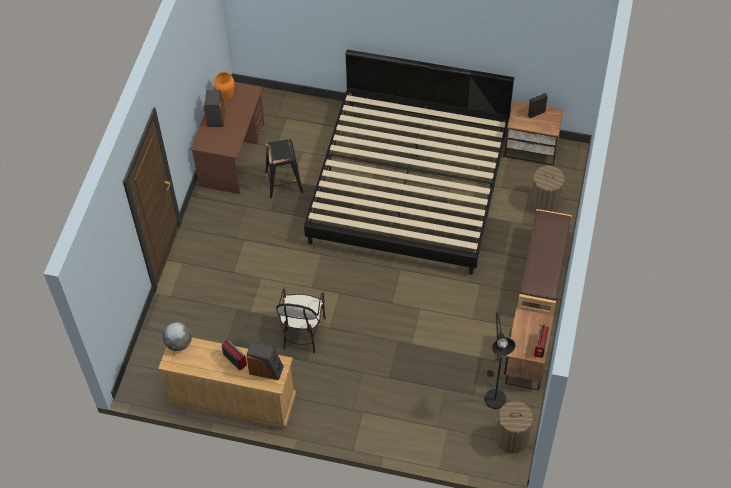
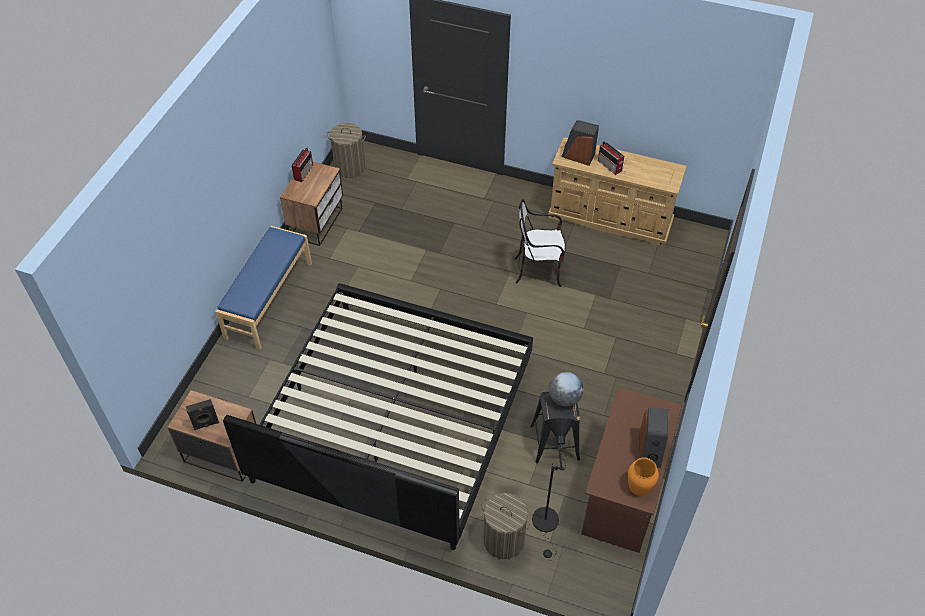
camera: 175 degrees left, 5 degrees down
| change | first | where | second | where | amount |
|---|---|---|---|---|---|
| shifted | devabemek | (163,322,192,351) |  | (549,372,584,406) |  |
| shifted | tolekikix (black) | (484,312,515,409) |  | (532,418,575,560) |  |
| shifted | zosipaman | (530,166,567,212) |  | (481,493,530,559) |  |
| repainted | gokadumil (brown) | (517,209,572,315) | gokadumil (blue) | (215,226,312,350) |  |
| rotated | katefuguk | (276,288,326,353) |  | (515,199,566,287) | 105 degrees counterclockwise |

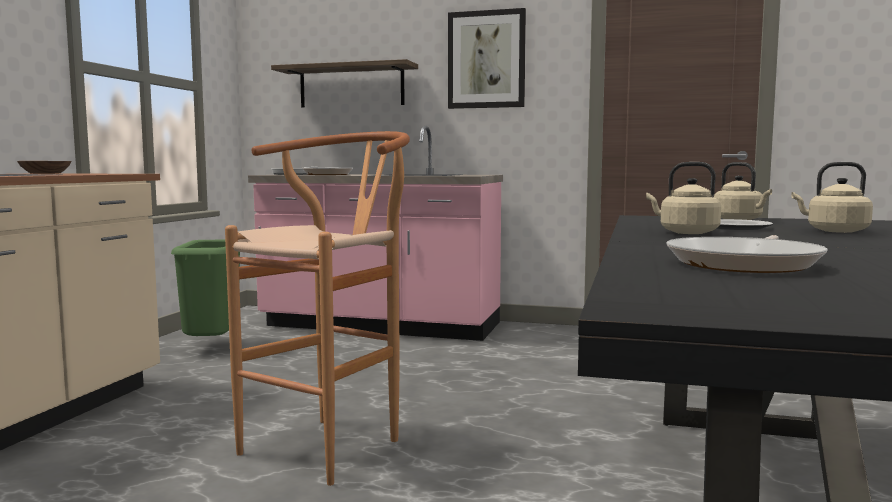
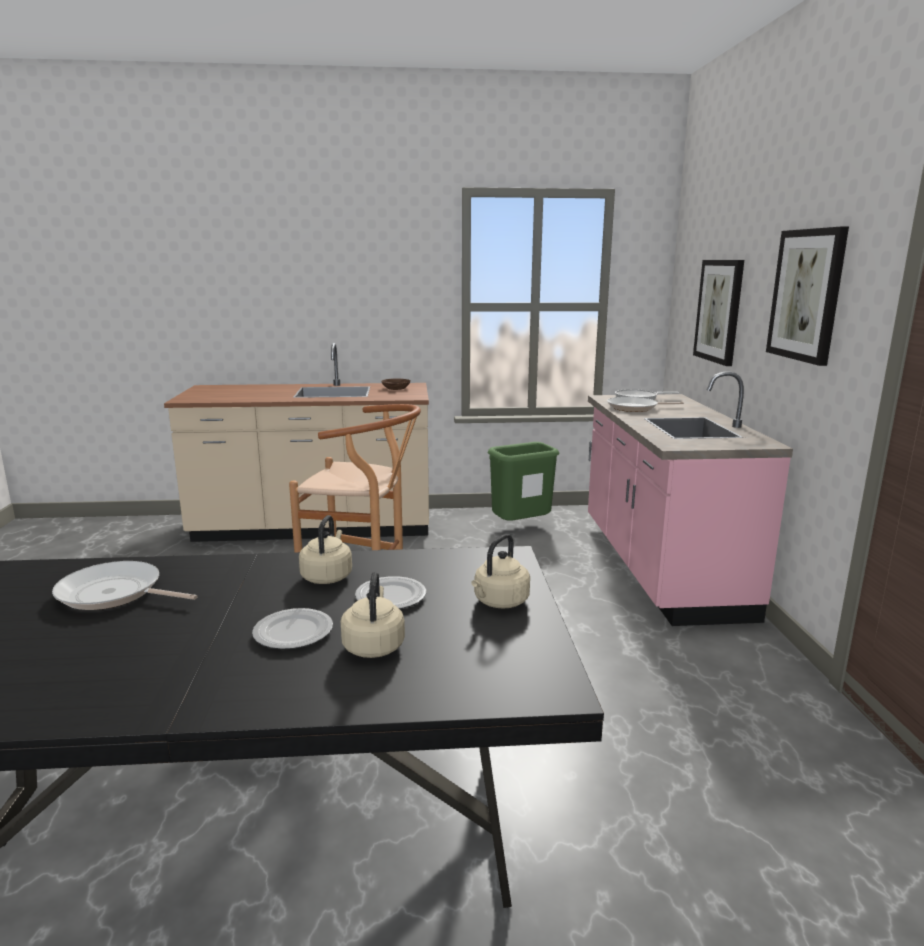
camera: 70 degrees right, 10 degrees up
| change | first | where | second | where | amount |
|---|---|---|---|---|---|
| new |  |  | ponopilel | (252,608,333,649) |  |
| swapped | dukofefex | (271,59,418,108) | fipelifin | (693,260,744,366) |  |

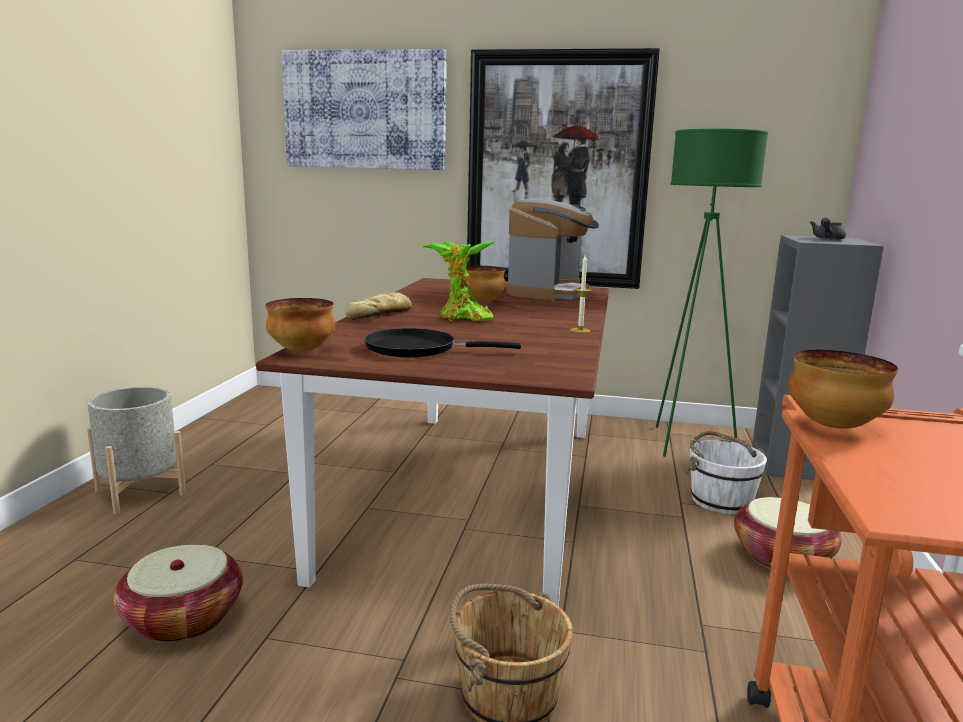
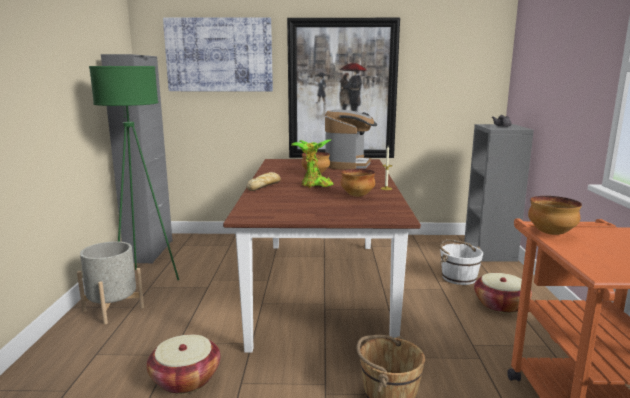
camera: 10 degrees left, 0 degrees up
| change | first | where | second | where | amount |
|---|---|---|---|---|---|
| gone | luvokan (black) | (364,328,521,357) |  |  |  |
| new |  |  | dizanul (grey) | (101,54,173,263) |  |
| shifted | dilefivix | (266,298,335,352) |  | (341,169,375,197) |  |
| shifted | tolekikix (green) | (656,129,768,457) |  | (89,66,179,280) |  |

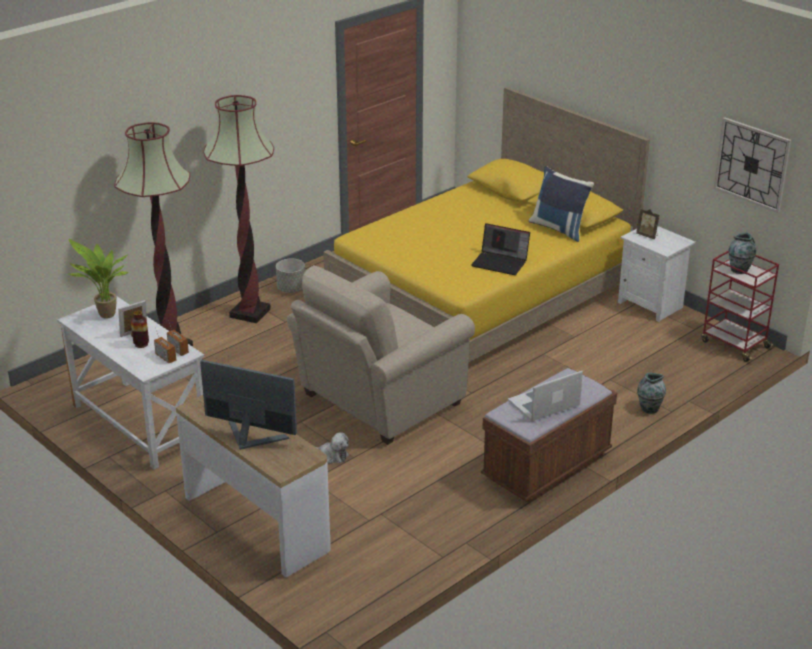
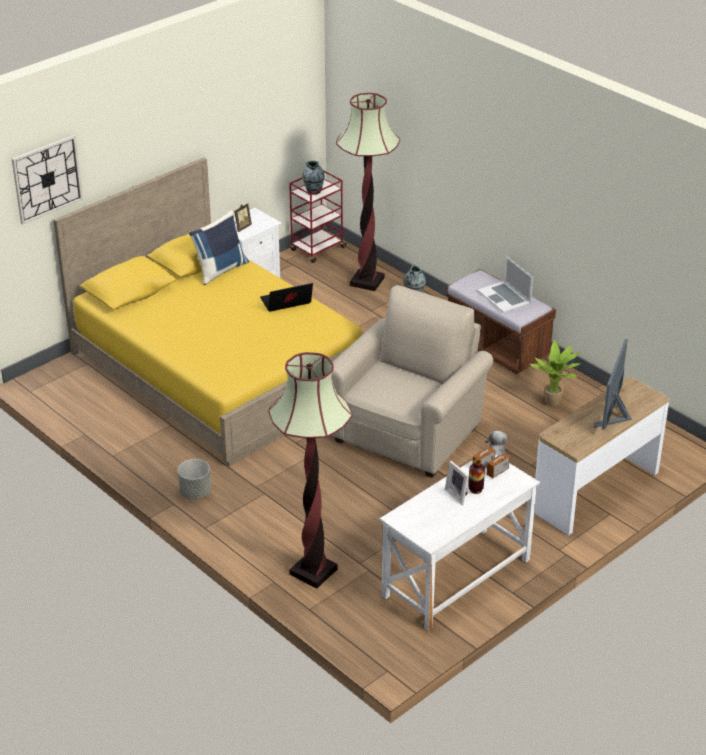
camera: 90 degrees left, 5 degrees up
| change | first | where | second | where | amount |
|---|---|---|---|---|---|
| shifted | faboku | (67,239,129,319) |  | (530,340,581,407) |  |
| shifted | tolekikix | (203,95,274,323) |  | (336,93,400,291) |  |
| shifted | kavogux | (714,117,791,213) |  | (12,135,83,224) |  |
| rotated | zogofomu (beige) | (287,265,475,445) |  | (331,285,493,478) | 105 degrees counterclockwise |
| rotated | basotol | (471,223,530,275) |  | (260,283,313,312) | 135 degrees counterclockwise |

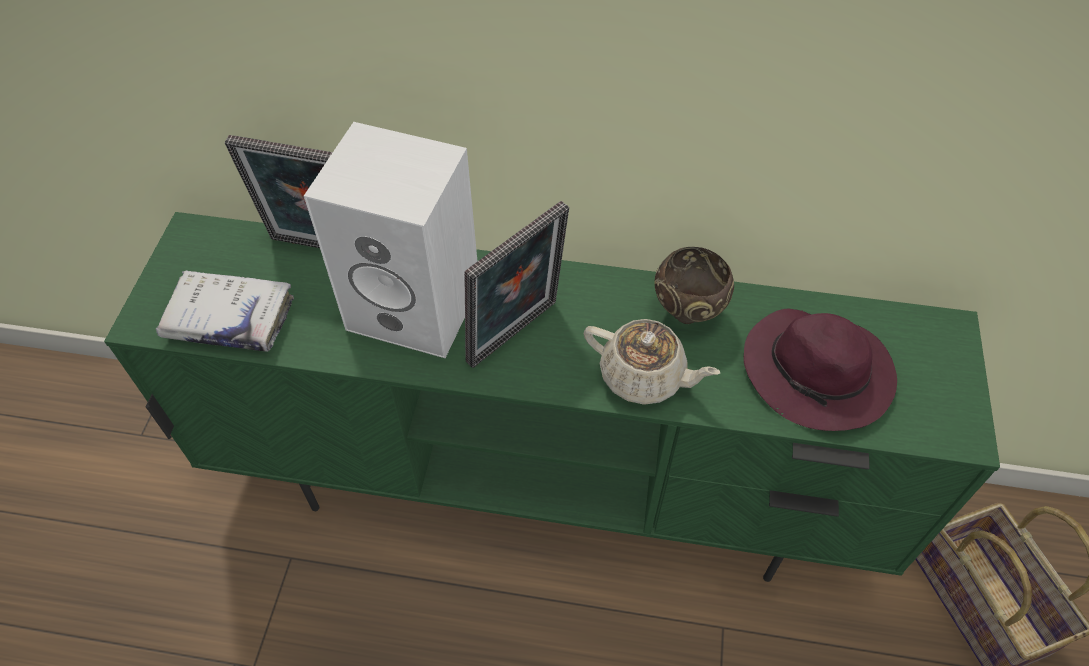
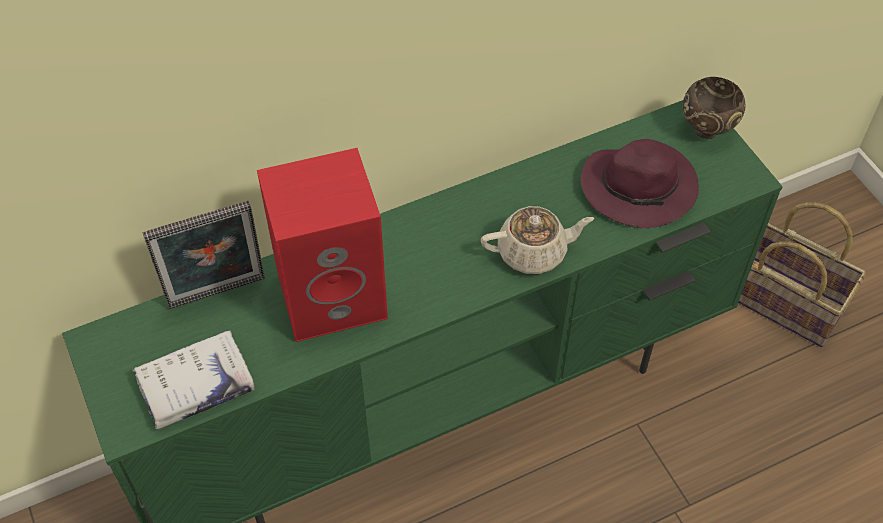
camera: 35 degrees left, 0 degrees up
| change | first | where | second | where | amount |
|---|---|---|---|---|---|
| gone | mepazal | (464,201,569,368) |  |  |  |
| shifted | dilefivix (brown) | (654,247,734,324) |  | (683,77,745,139) |  |
| repainted | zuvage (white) | (304,122,477,358) | zuvage (red) | (257,148,388,342) |  |

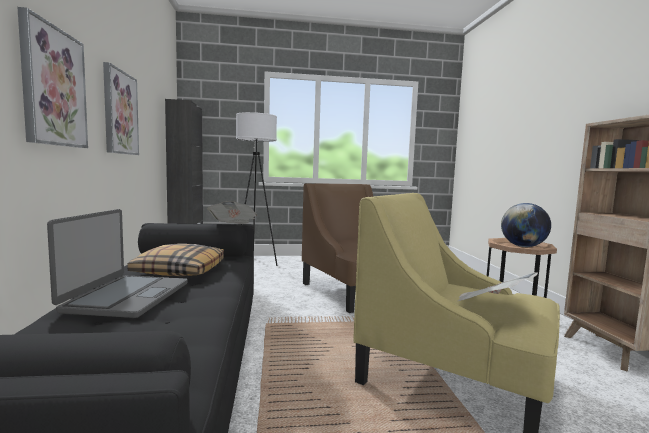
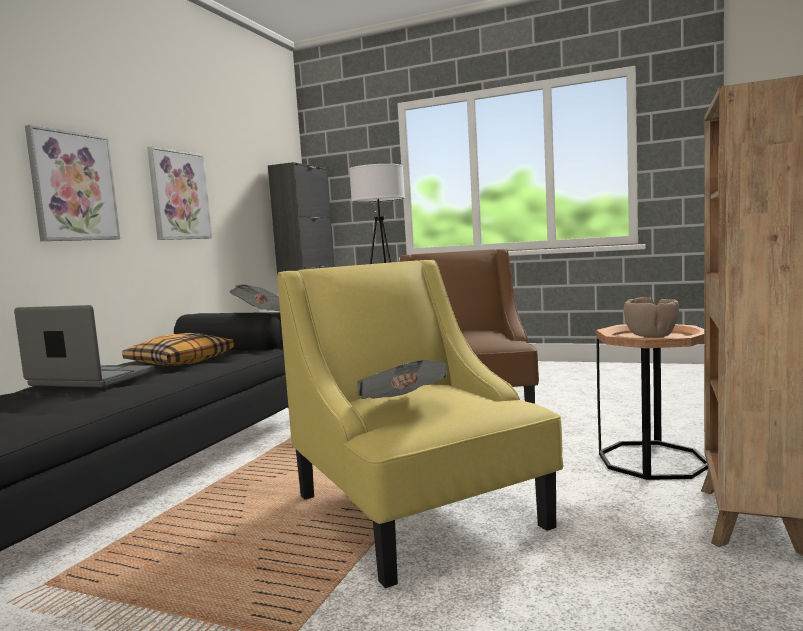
camera: 30 degrees right, 0 degrees up
| change | first | where | second | where | amount |
|---|---|---|---|---|---|
| swapped | devabemek | (501,203,551,247) | dilefivix (brown) | (624,297,679,337) |  |
| rotated | basotol | (47,209,188,318) |  | (14,305,155,387) | 105 degrees counterclockwise |

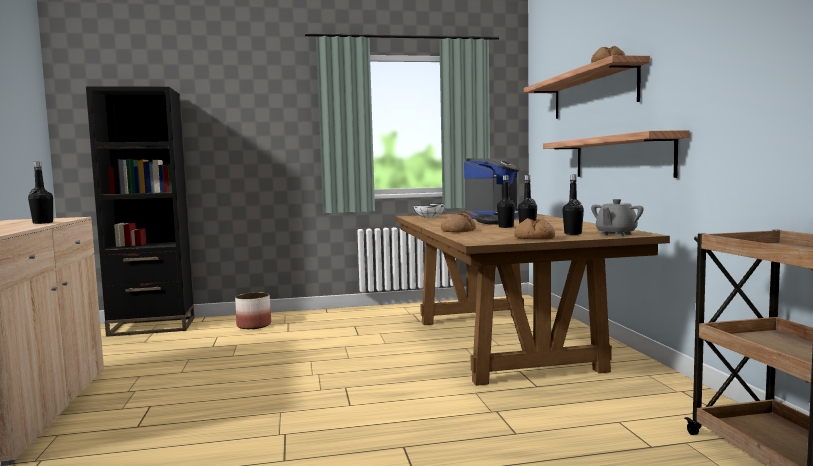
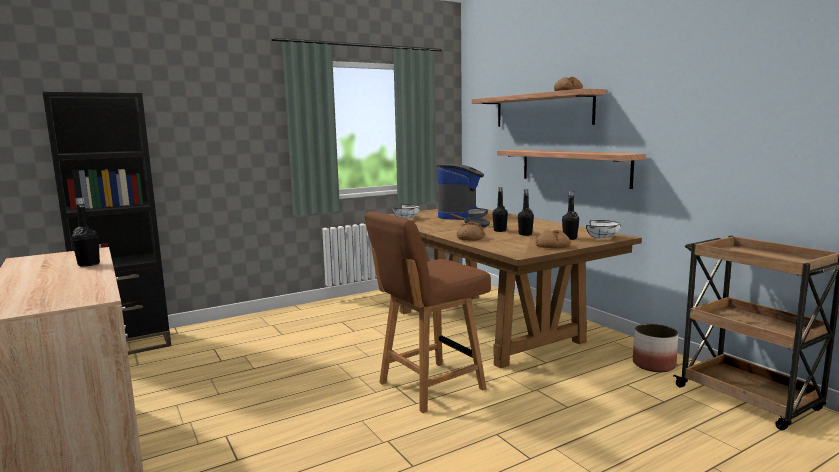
camera: 20 degrees left, 5 degrees up
| change | first | where | second | where | amount |
|---|---|---|---|---|---|
| new |  |  | katefuguk (brown) | (364,211,491,413) |  |
| shifted | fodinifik | (235,292,271,329) |  | (633,324,678,372) |  |
| swapped | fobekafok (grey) | (591,199,644,236) | dilefivix (white) | (586,220,621,238) |  |

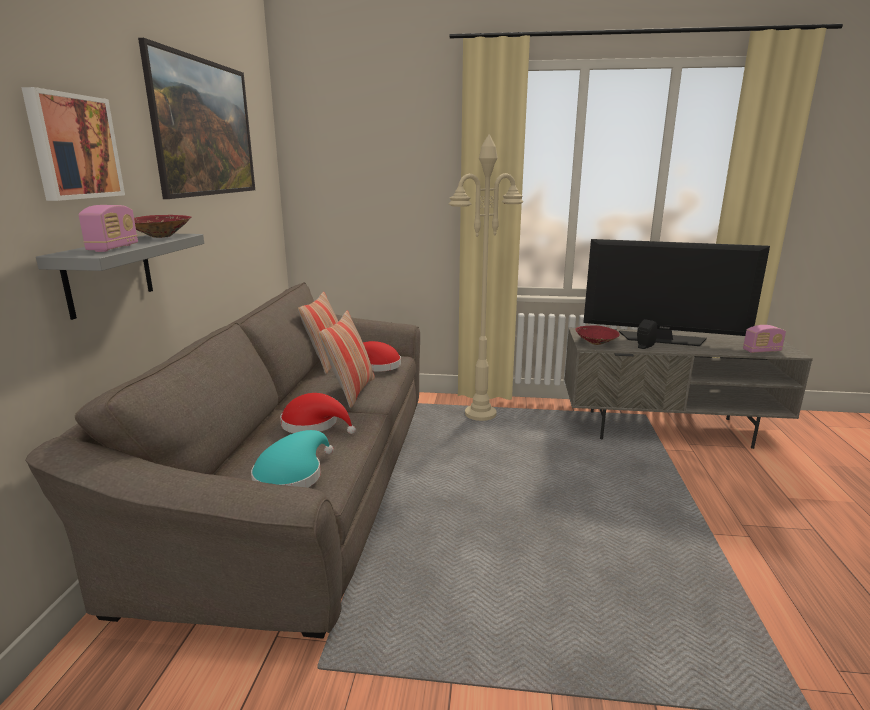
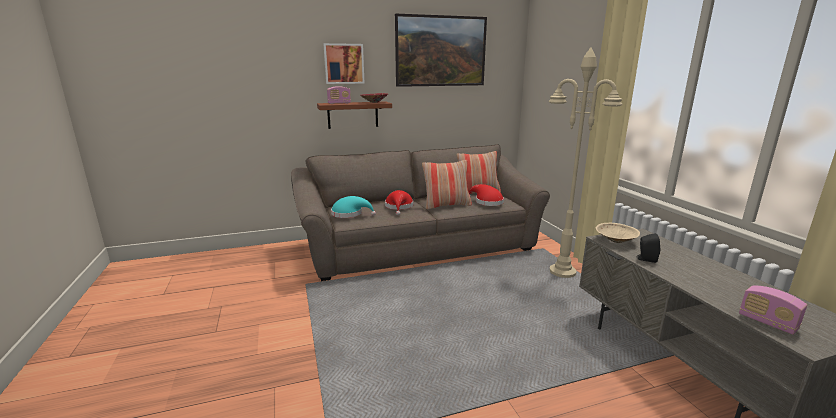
camera: 65 degrees right, 0 degrees up
| change | first | where | second | where | amount |
|---|---|---|---|---|---|
| gone | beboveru | (583,239,770,346) |  |  |  |
| repainted | dukofefex (grey) | (36,234,204,320) | dukofefex (brown) | (317,102,392,129) |  |
| repainted | dilefivix (red) | (575,325,620,345) | dilefivix (beige) | (596,223,640,243) |  |

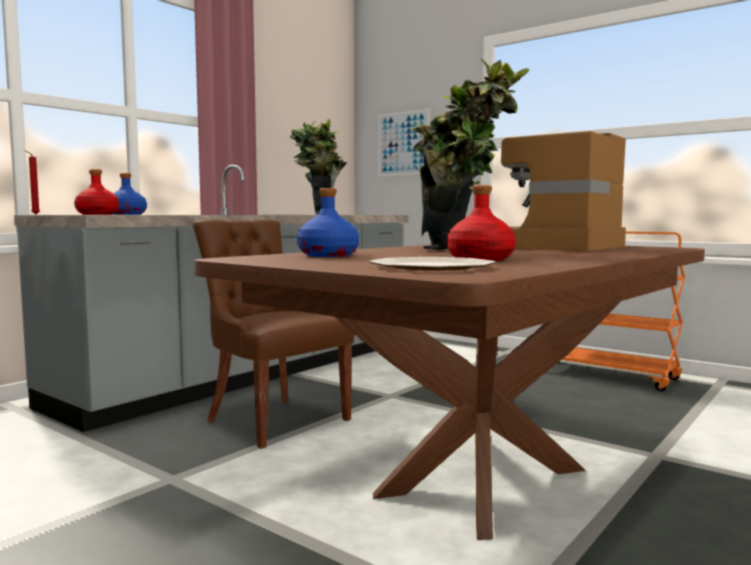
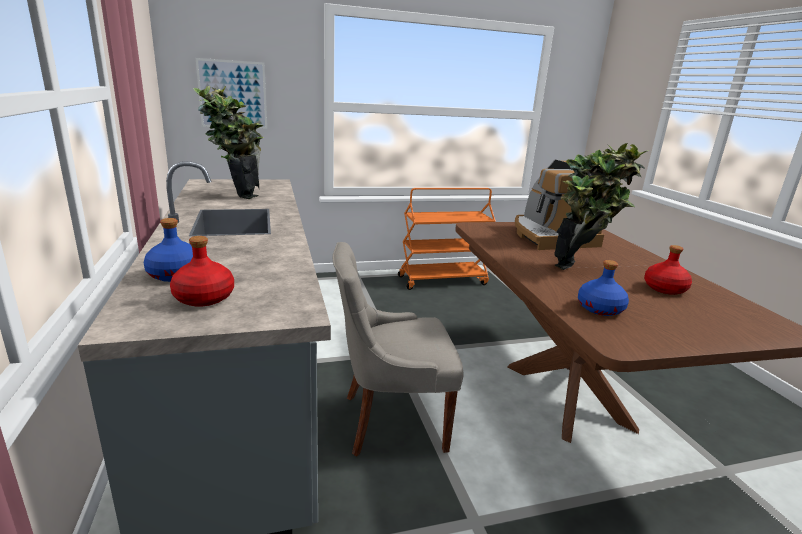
camera: 55 degrees left, 15 degrees up
| change | first | where | second | where | amount |
|---|---|---|---|---|---|
| gone | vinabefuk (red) | (24,150,40,214) |  |  |  |
| gone | ponopilel | (370,257,496,271) |  |  |  |
| repainted | katefuguk (brown) | (193,219,354,449) | katefuguk (grey) | (333,242,463,456) |  |

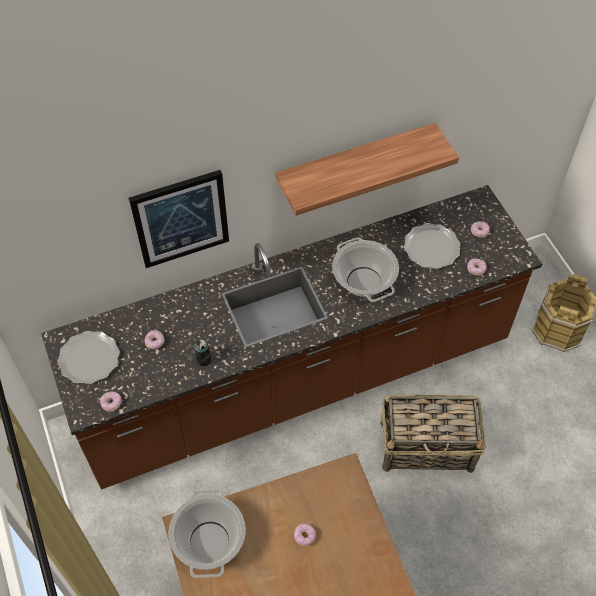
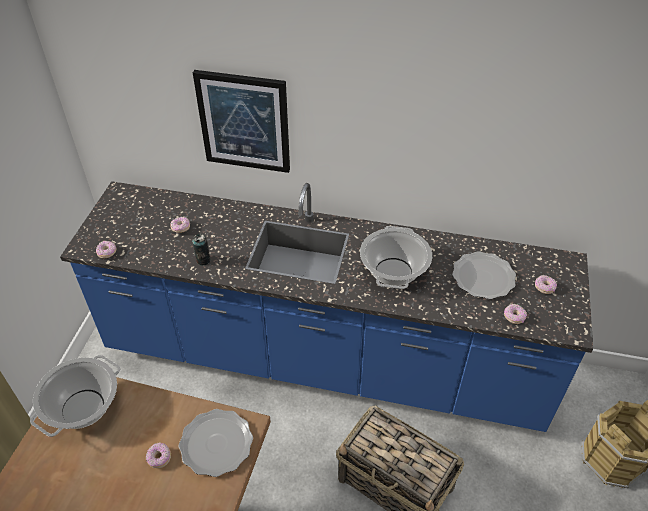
camera: 35 degrees right, 10 degrees down
| change | first | where | second | where | amount |
|---|---|---|---|---|---|
| gone | dukofefex | (276,123,459,216) |  |  |  |
| shifted | ponopilel | (57,331,120,384) |  | (179,409,253,477) |  |
| repainted | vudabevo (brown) | (41,185,542,490) | vudabevo (blue) | (60,181,593,432) |  |

